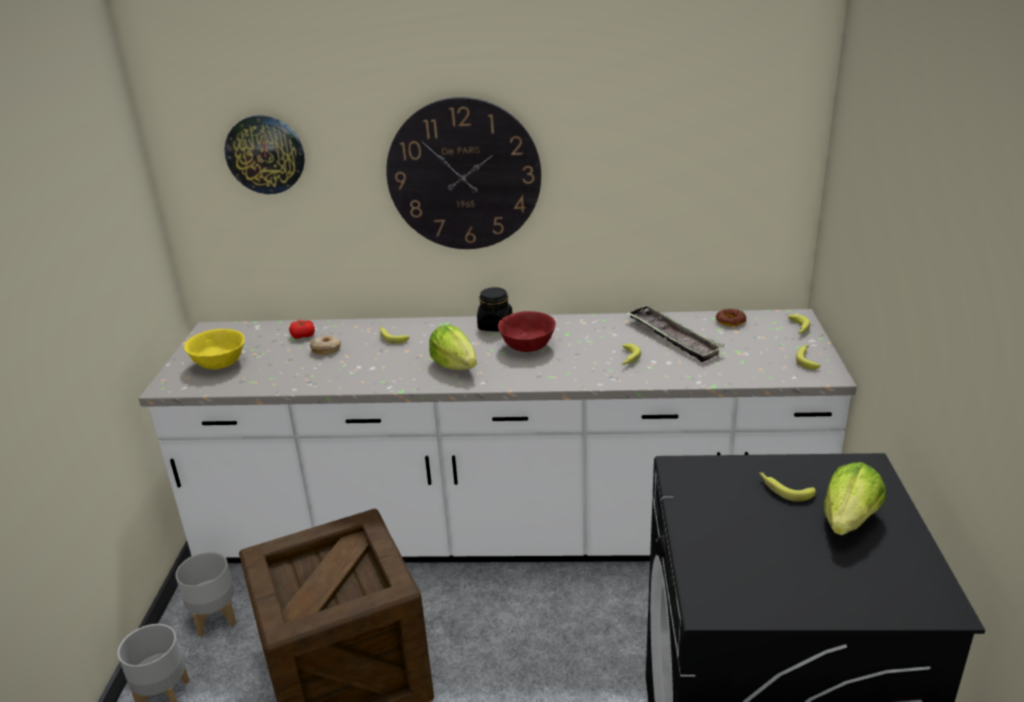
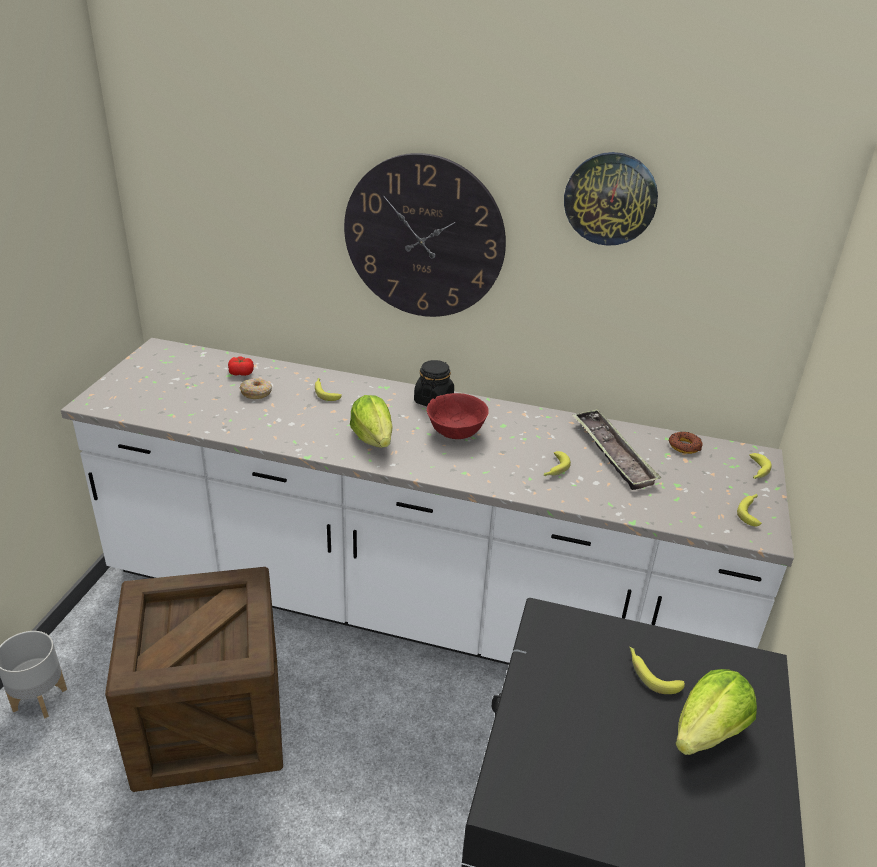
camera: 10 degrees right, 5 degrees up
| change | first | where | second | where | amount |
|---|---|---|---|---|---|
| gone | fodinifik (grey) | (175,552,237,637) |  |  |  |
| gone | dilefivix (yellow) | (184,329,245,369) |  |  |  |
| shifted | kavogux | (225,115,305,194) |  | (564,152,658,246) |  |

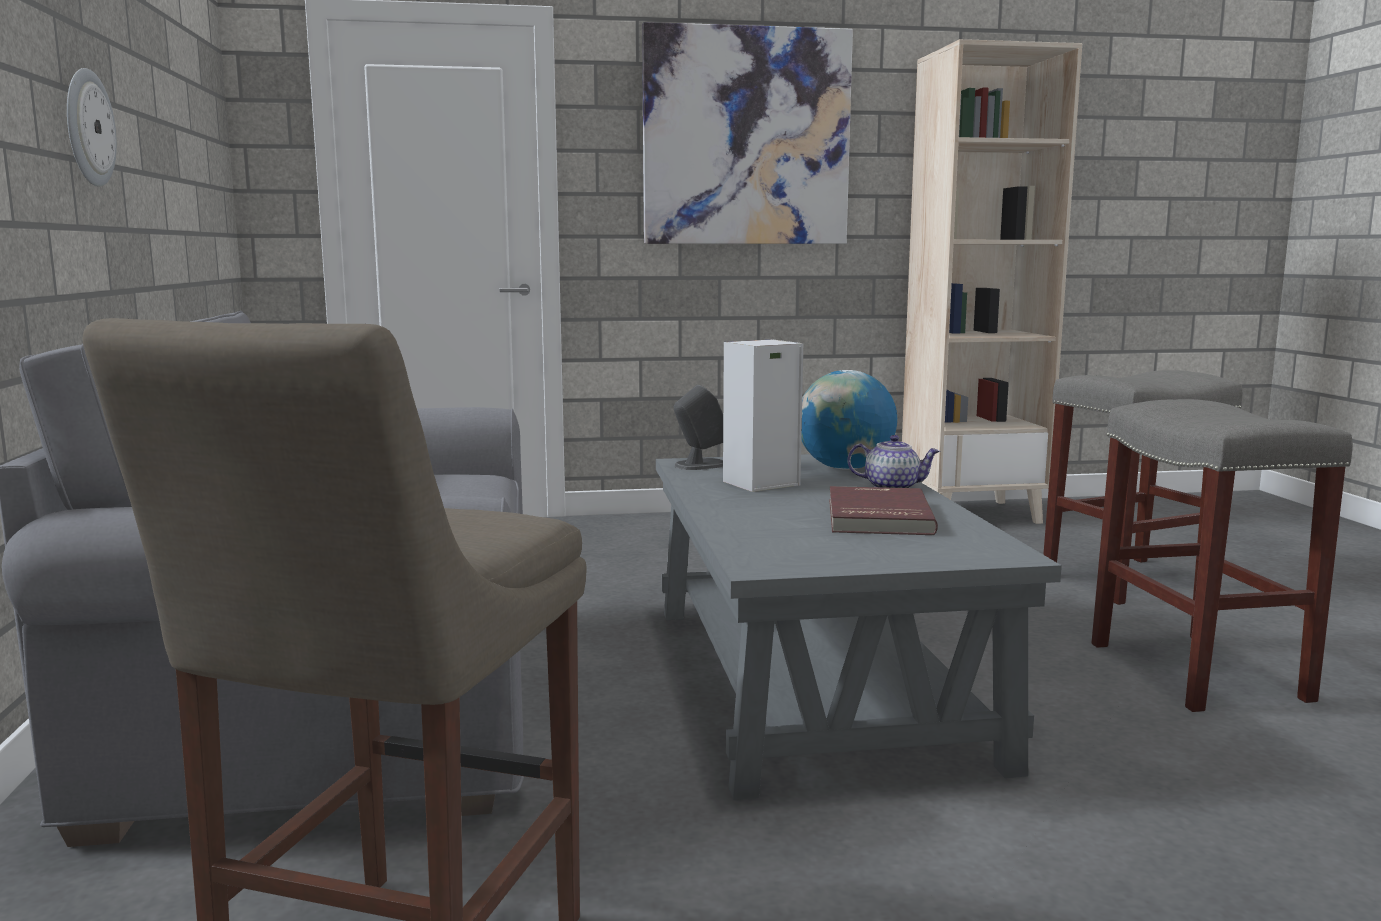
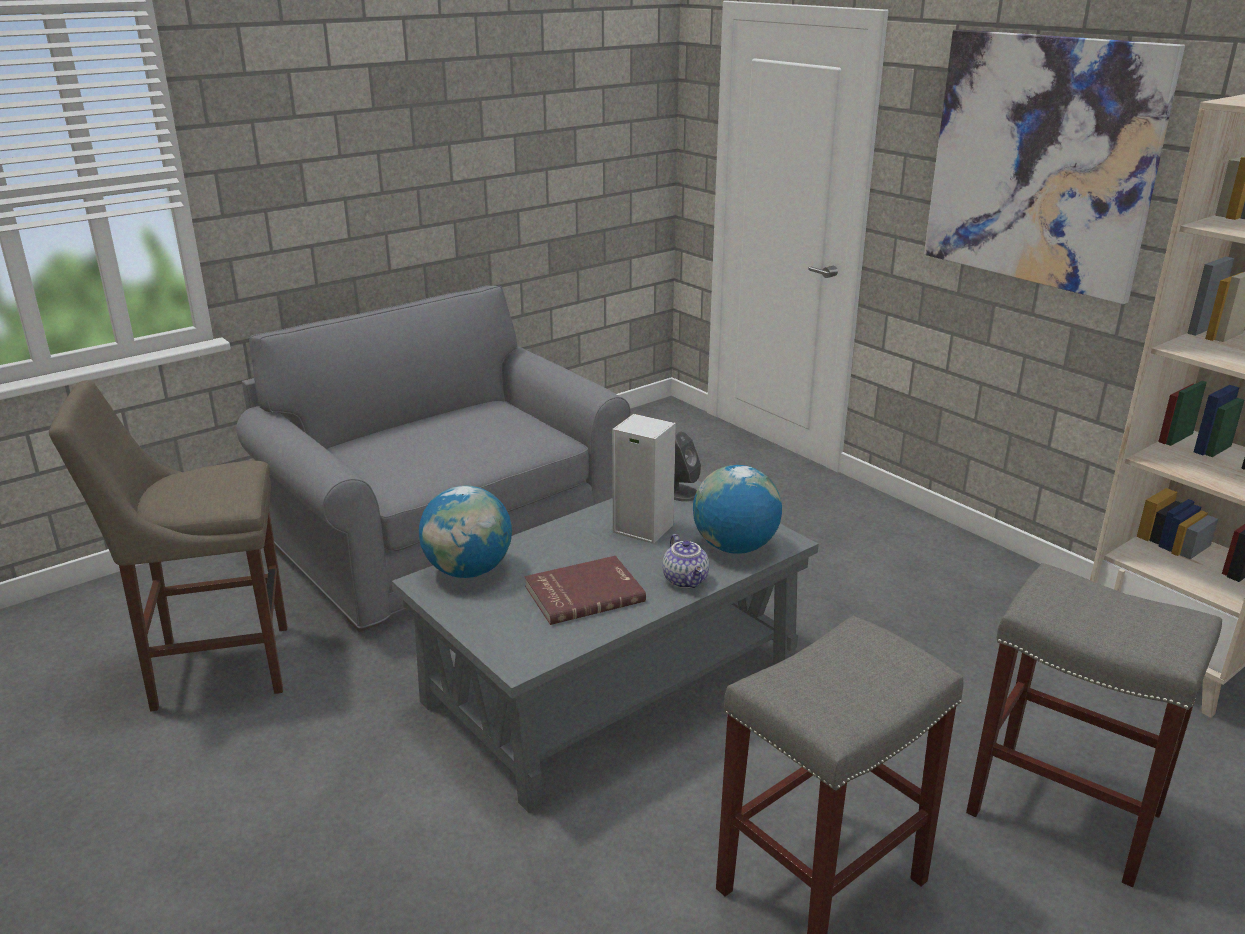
camera: 60 degrees right, 15 degrees up
| change | first | where | second | where | amount |
|---|---|---|---|---|---|
| gone | kavogux | (67,68,117,187) |  |  |  |
| new |  |  | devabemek | (419,486,512,578) |  |

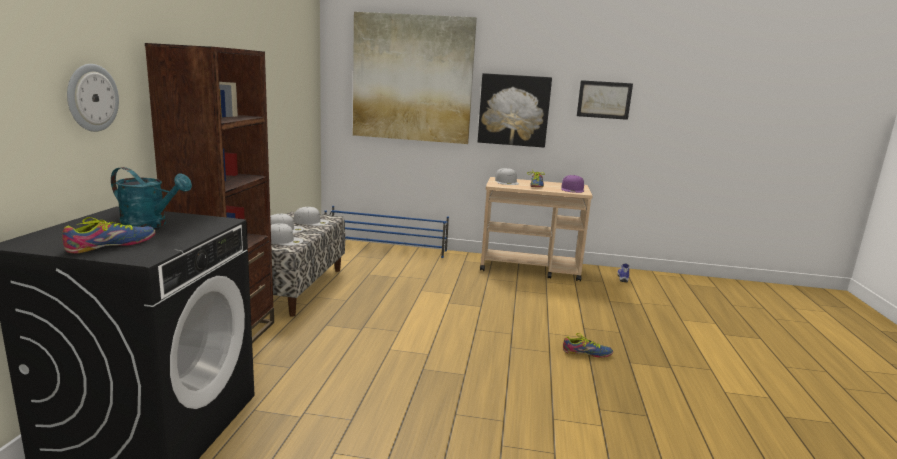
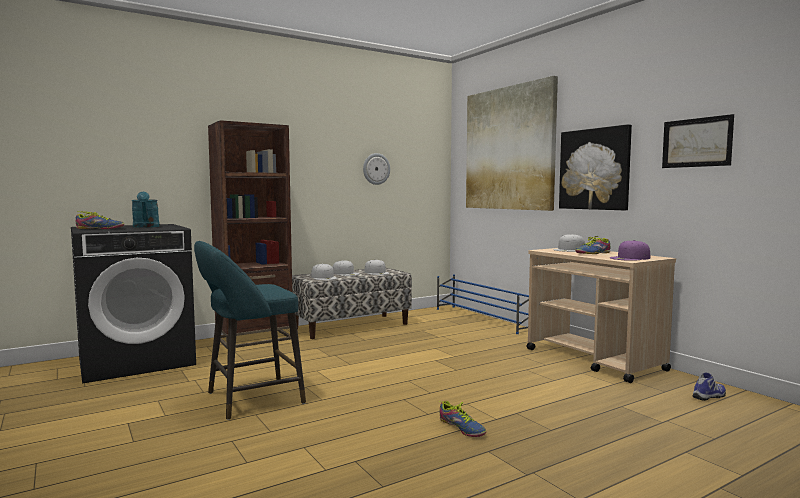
camera: 50 degrees right, 10 degrees down
| change | first | where | second | where | amount |
|---|---|---|---|---|---|
| new |  |  | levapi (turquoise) | (194,241,306,420) |  |
| shifted | kavogux | (67,64,119,132) |  | (363,153,390,185) |  |

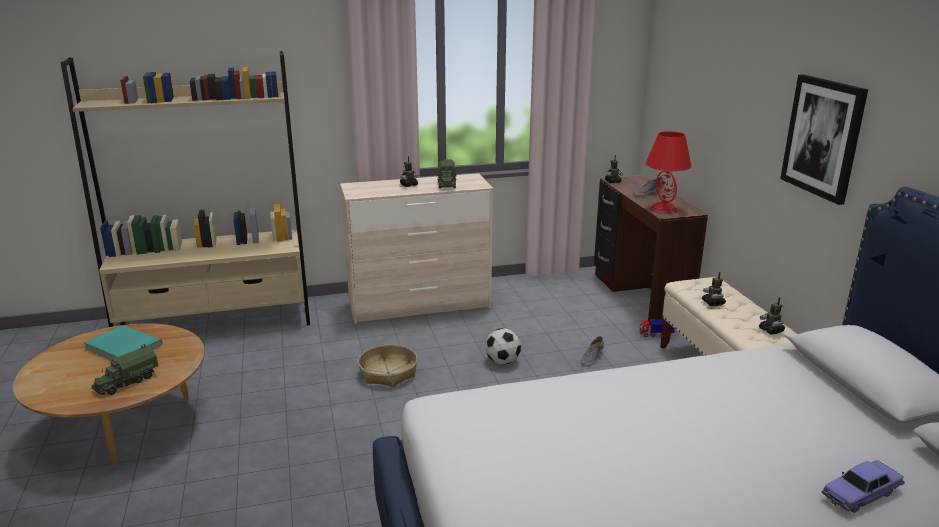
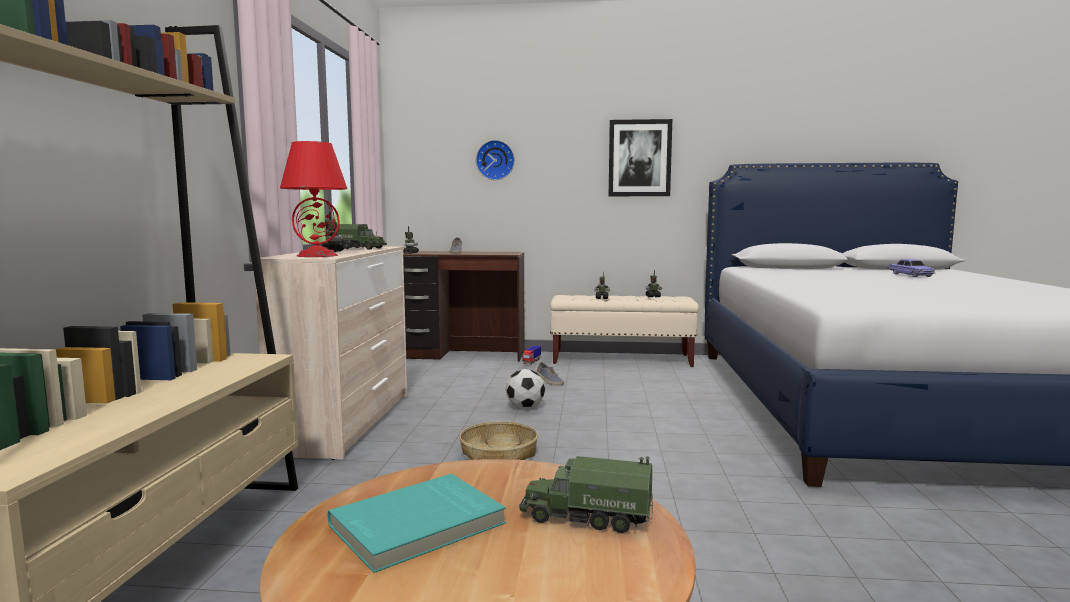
camera: 70 degrees left, 15 degrees down
| change | first | where | second | where | amount |
|---|---|---|---|---|---|
| new |  |  | kavogux | (476,140,515,180) |  |
| shifted | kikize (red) | (646,131,692,214) |  | (280,141,348,257) |  |
| rotated | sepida | (91,344,159,395) |  | (519,456,653,533) | 135 degrees clockwise |

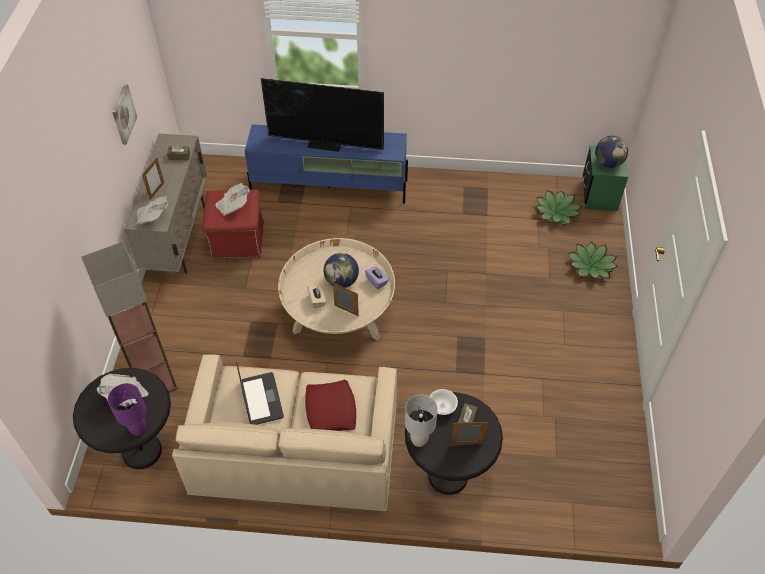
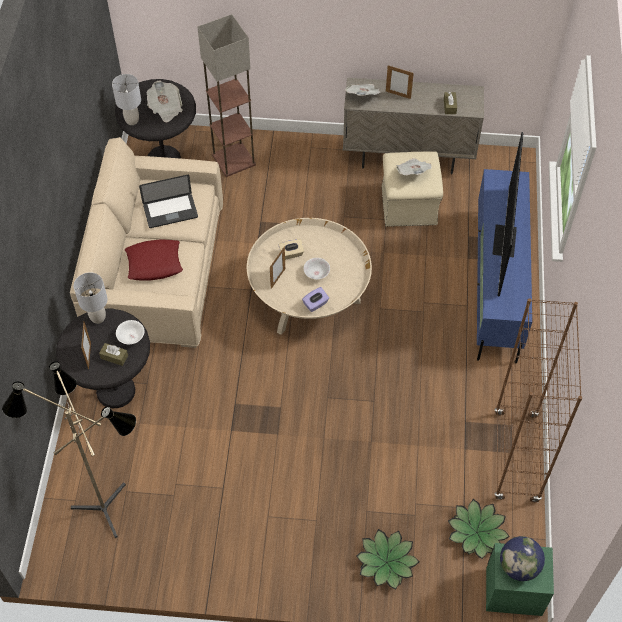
camera: 90 degrees right, 5 degrees up
| change | first | where | second | where | amount |
|---|---|---|---|---|---|
| gone | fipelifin | (112,84,137,145) |  |  |  |
| new |  |  | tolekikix | (2,361,136,538) |  |
| new |  |  | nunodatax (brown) | (495,298,582,503) |  |
| swapped | devabemek | (323,253,359,288) | dilefivix (white) | (304,258,330,279) |  |
| repainted | kikize (purple) | (108,383,147,436) | kikize (grey) | (112,74,141,125) |  |
| repainted | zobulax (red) | (202,189,264,259) | zobulax (beige) | (381,152,443,227) |  |

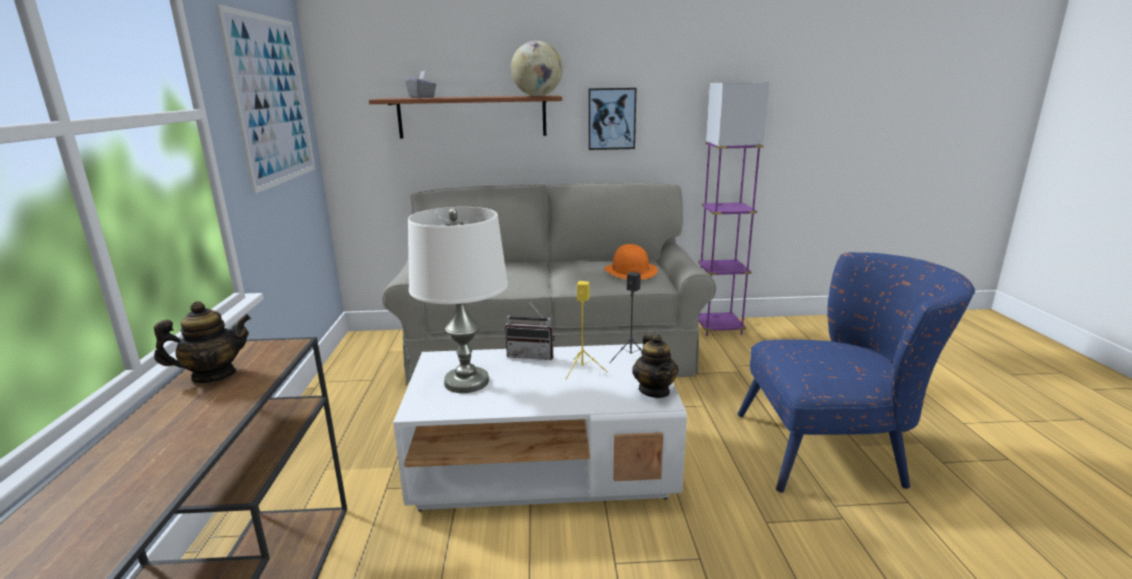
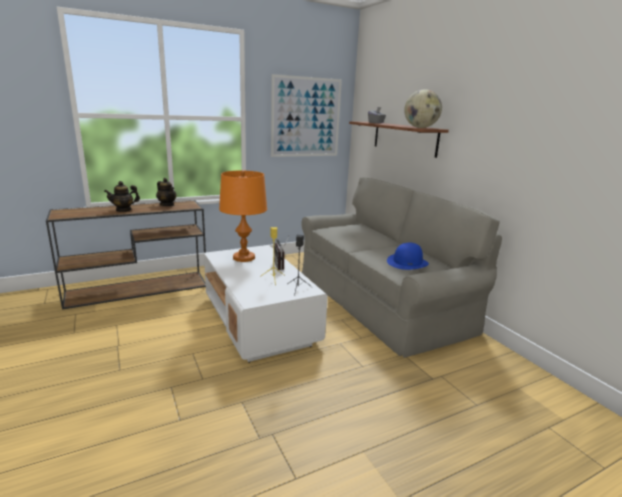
camera: 65 degrees right, 0 degrees up
| change | first | where | second | where | amount |
|---|---|---|---|---|---|
| gone | fipelifin | (588,88,636,150) |  |  |  |
| gone | tolekikix (purple) | (698,82,770,336) |  |  |  |
| gone | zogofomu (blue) | (738,252,975,493) |  |  |  |
| shifted | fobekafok | (632,334,678,398) |  | (104,181,140,212) |  |
| repainted | kikize (white) | (408,207,508,393) | kikize (orange) | (219,171,267,262) |  |
| repainted | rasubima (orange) | (604,244,658,280) | rasubima (blue) | (387,243,429,270) |  |

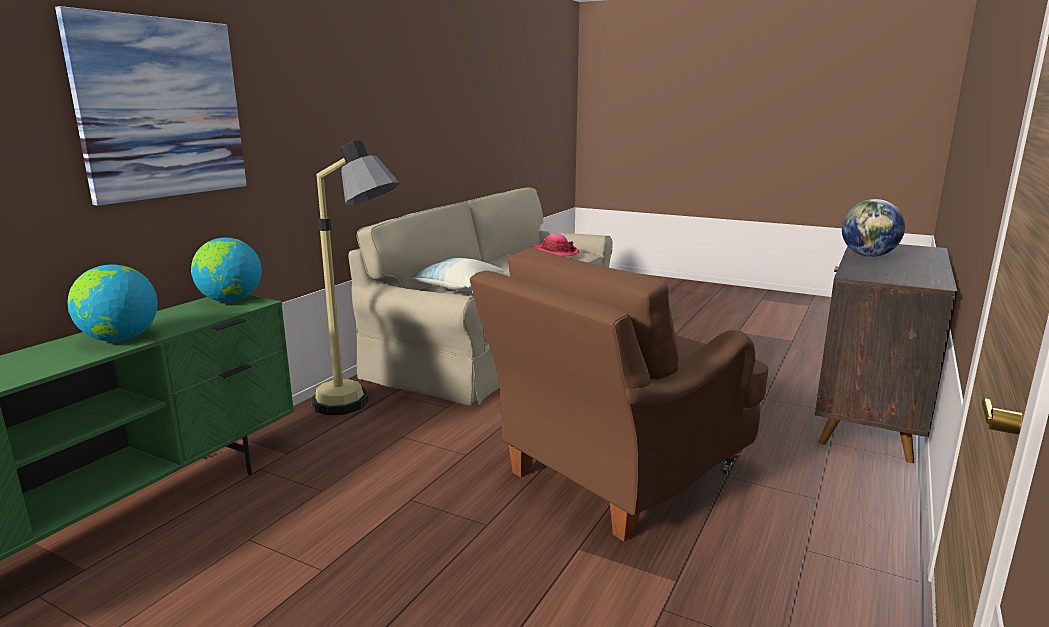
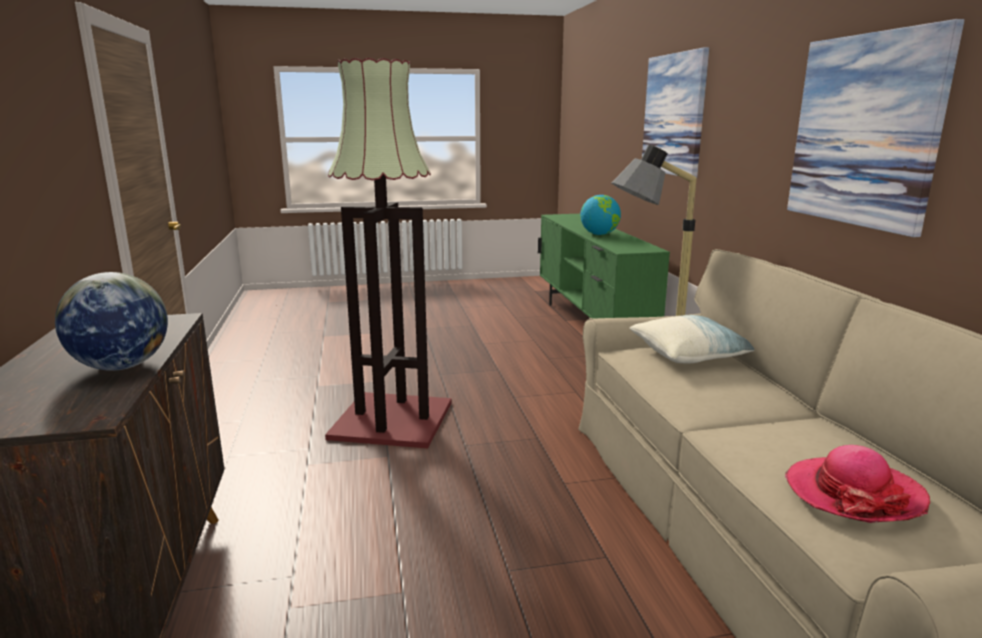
camera: 140 degrees right, 0 degrees up
| change | first | where | second | where | amount |
|---|---|---|---|---|---|
| gone | devabemek | (191,238,262,302) |  |  |  |
| new |  |  | fipelifin | (787,19,965,237) |  |
| swapped | zogofomu (brown) | (470,248,769,541) | tolekikix | (325,58,452,448) |  |

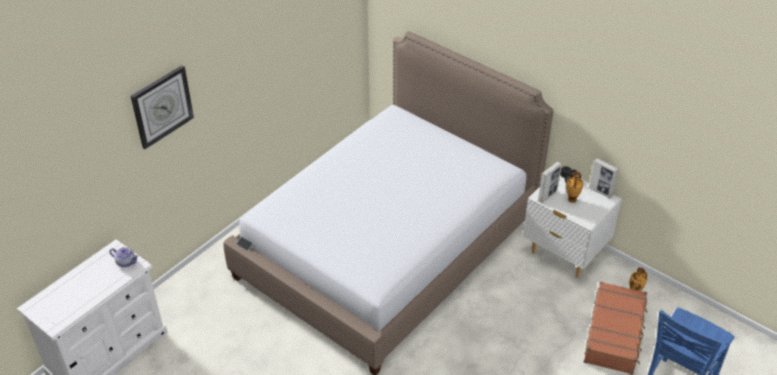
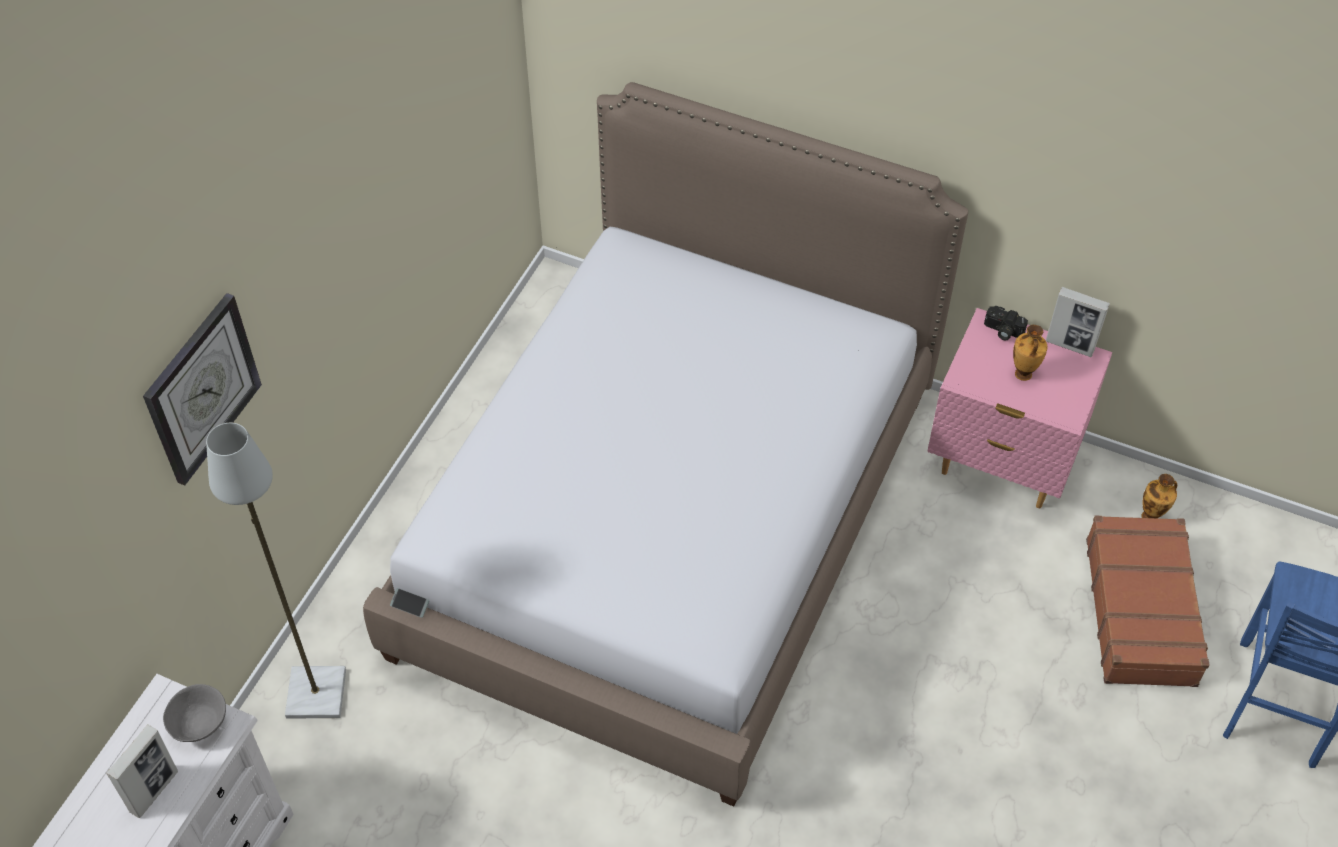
camera: 15 degrees left, 10 degrees up
| change | first | where | second | where | amount |
|---|---|---|---|---|---|
| new |  |  | tolekikix (grey) | (206,423,346,719) |  |
| shifted | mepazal | (538,161,562,203) |  | (106,724,178,818) |  |
| swapped | fobekafok | (110,247,139,267) | dilefivix (grey) | (163,684,226,742) |  |
| repainted | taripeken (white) | (523,176,622,278) | taripeken (pink) | (927,308,1112,508) |  |

